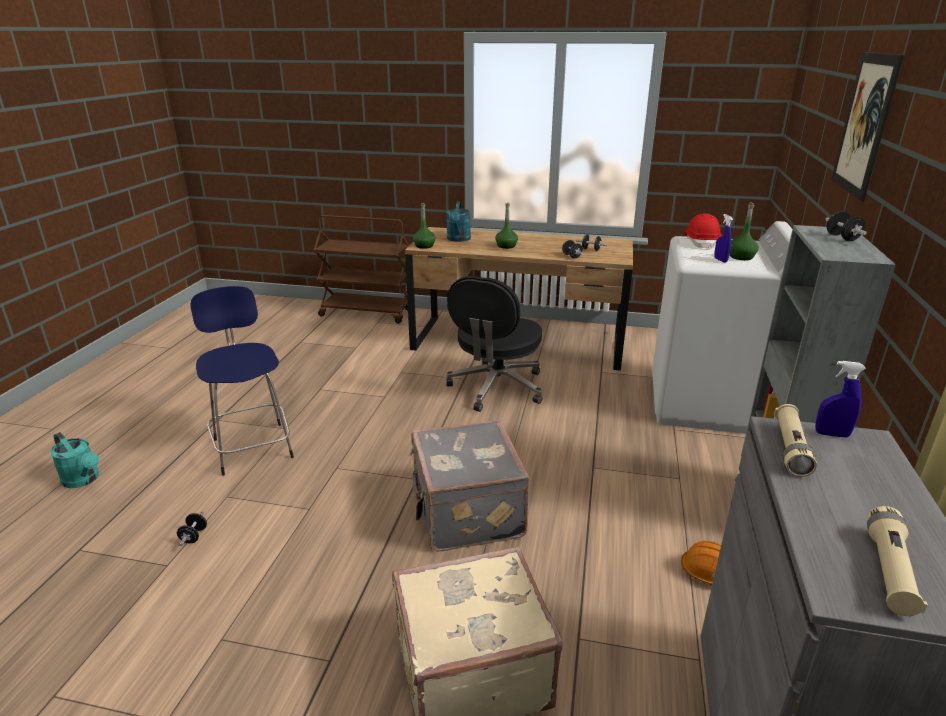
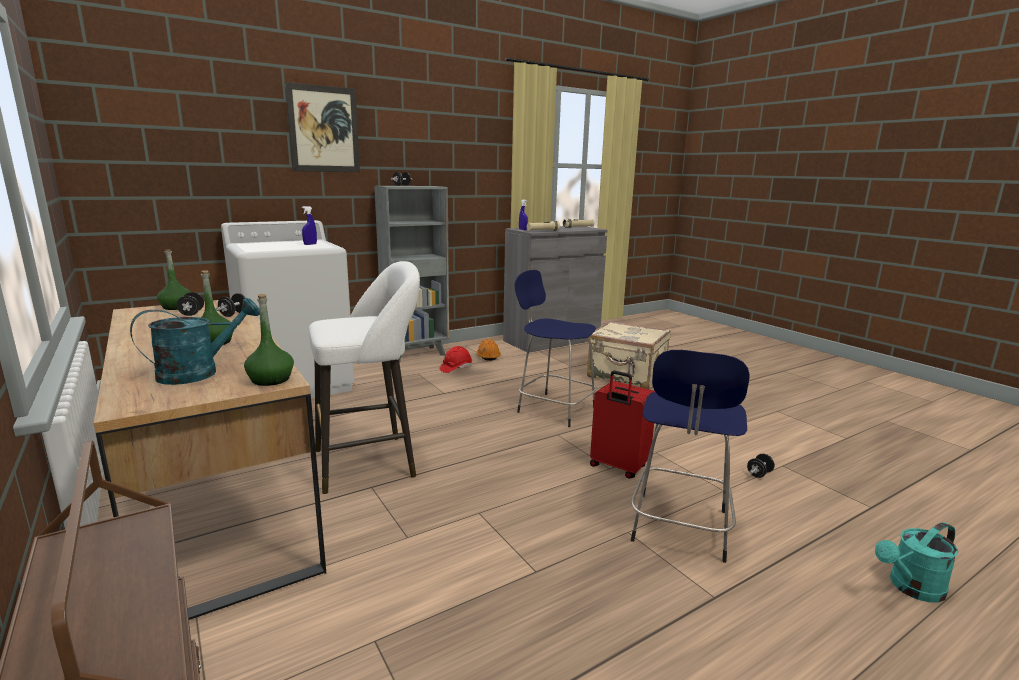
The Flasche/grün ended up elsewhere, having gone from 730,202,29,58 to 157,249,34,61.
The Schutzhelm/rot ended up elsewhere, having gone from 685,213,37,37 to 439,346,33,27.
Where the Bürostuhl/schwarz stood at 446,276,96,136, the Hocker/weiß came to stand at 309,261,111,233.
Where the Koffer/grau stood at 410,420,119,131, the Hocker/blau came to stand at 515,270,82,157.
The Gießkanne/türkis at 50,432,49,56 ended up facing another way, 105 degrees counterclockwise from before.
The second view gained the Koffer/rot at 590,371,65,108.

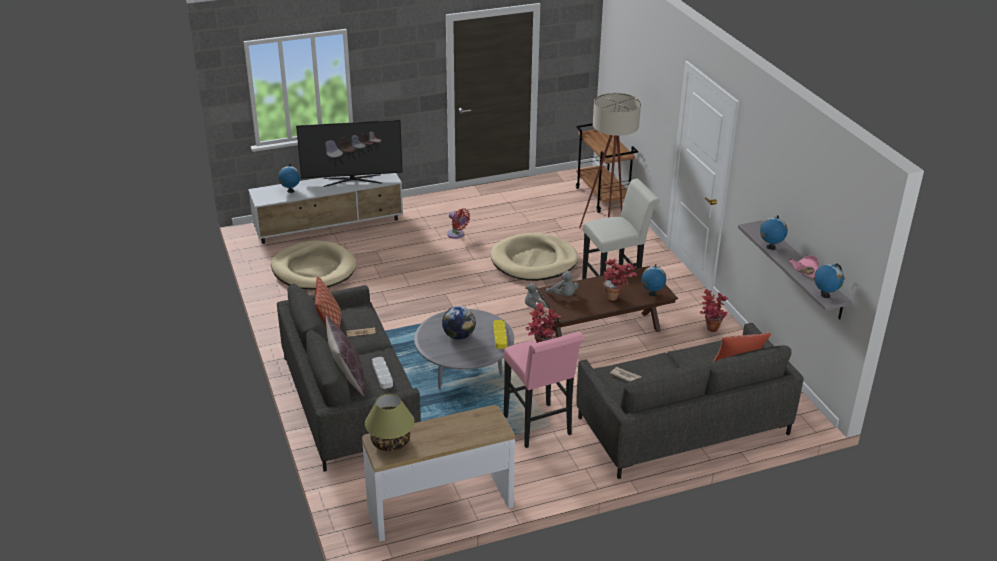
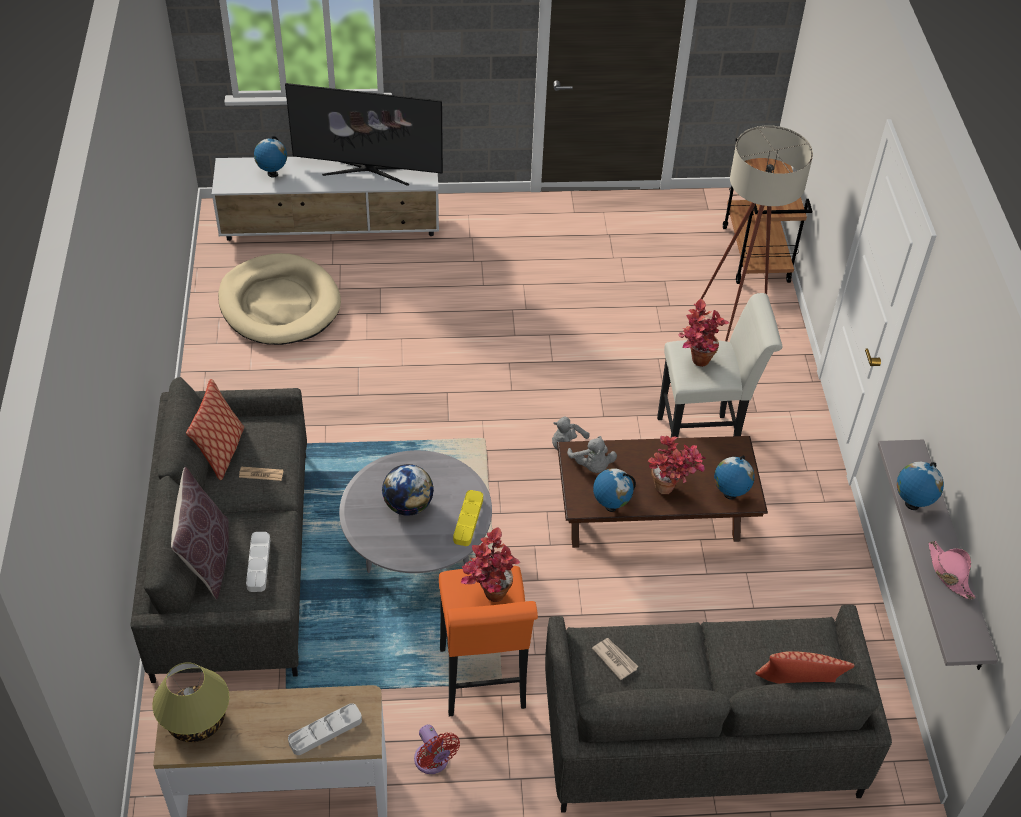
The Ventilator/rot ended up elsewhere, having gone from 447,208,23,31 to 414,724,46,50.
The second view lost the Hundebett/beige at 491,233,87,48.
The Globus ended up elsewhere, having gone from 814,263,30,35 to 593,468,43,44.
The Topfpflanze ended up elsewhere, having gone from 700,289,29,43 to 679,299,50,68.
What was the Hocker/rosa at 504,332,81,116 turned into the Hocker/orange at 439,566,99,150.
The second view gained the Tablett/grau at 288,703,74,52.

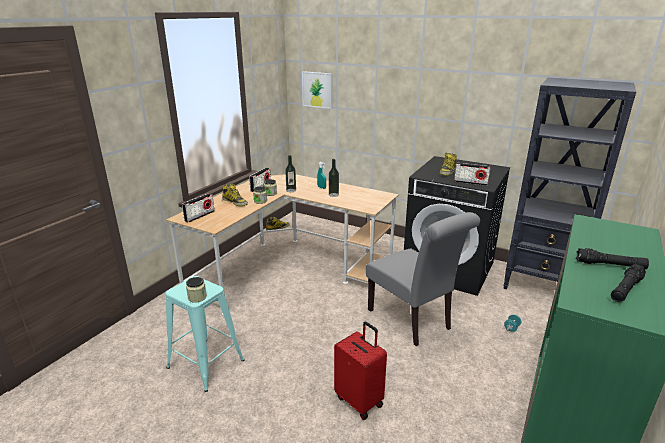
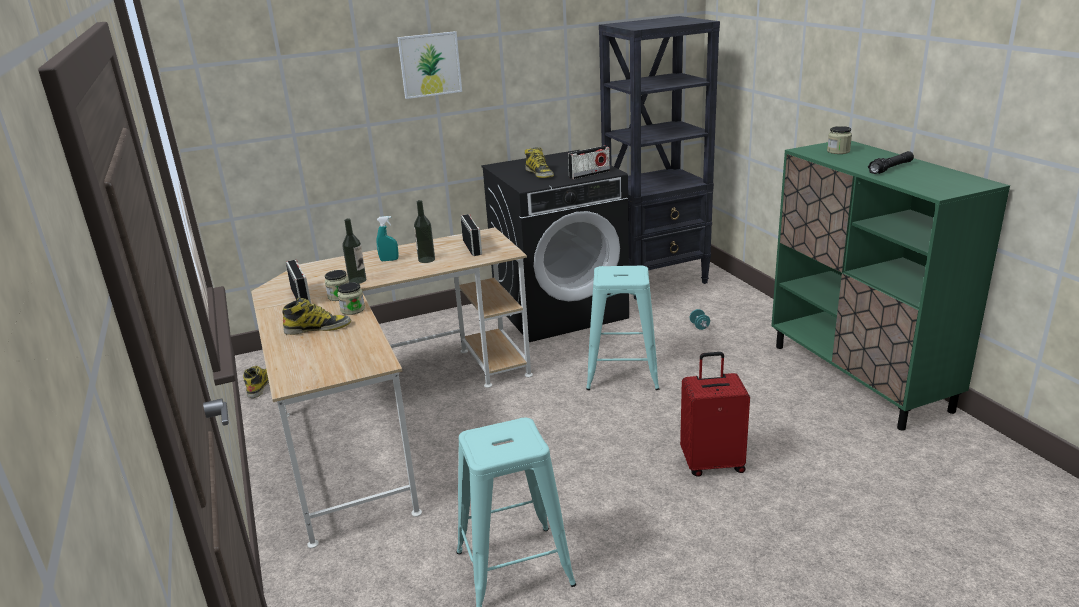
The Bild ended up elsewhere, having gone from 302,71,30,38 to 397,31,65,68.
The Radio ended up elsewhere, having gone from 182,193,33,30 to 461,214,21,42.
Where the Stuhl/grau stood at 366,212,114,134, the Hocker/türkis came to stand at 586,265,73,125.
The second view lost the Taschenlampe/schwarz at 611,264,35,38.
The Vorratsglas ended up elsewhere, having gone from 186,277,21,26 to 827,126,25,28.

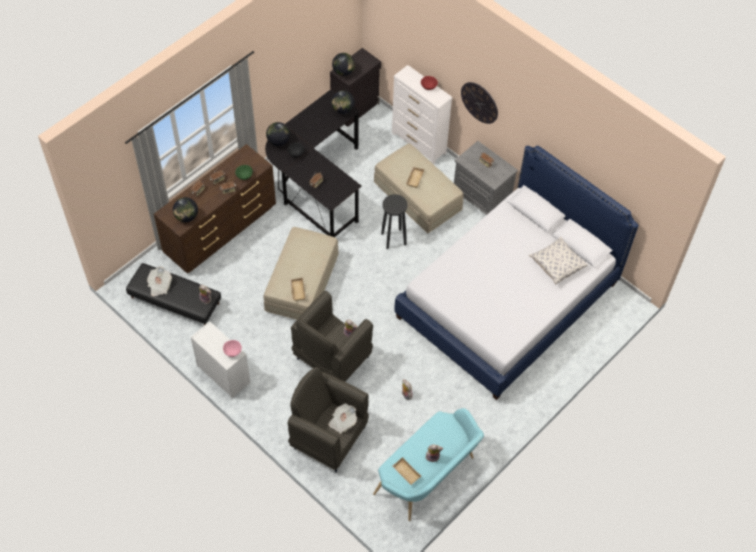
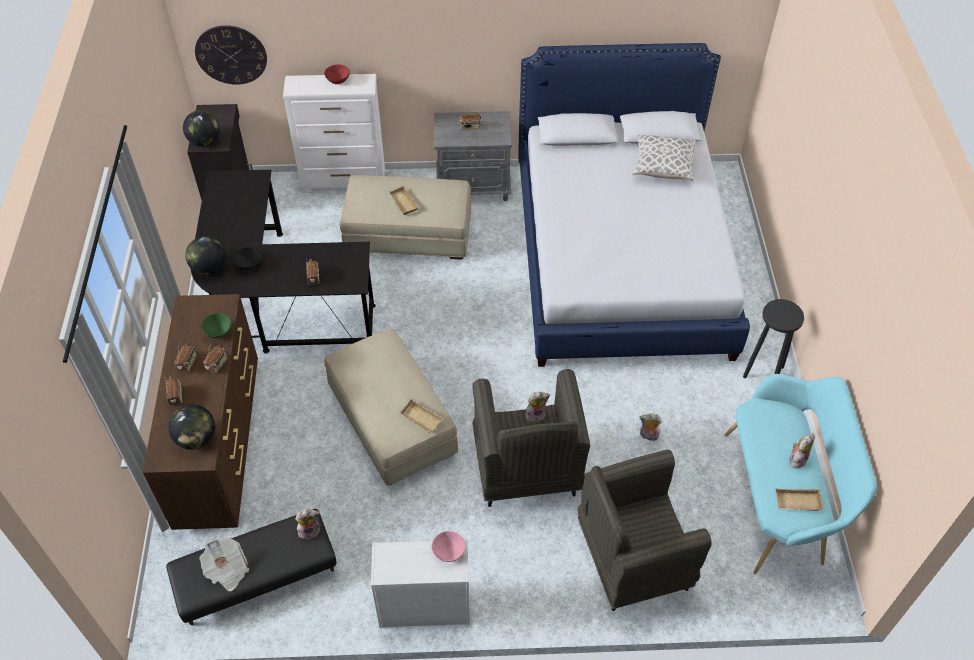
The Wanduhr ended up elsewhere, having gone from 461,82,37,42 to 195,25,72,60.
The second view lost the Globus at 331,90,24,24.
The Hocker/schwarz ended up elsewhere, having gone from 381,194,27,55 to 743,299,61,79.
The second view lost the Zeitung at 328,404,29,30.

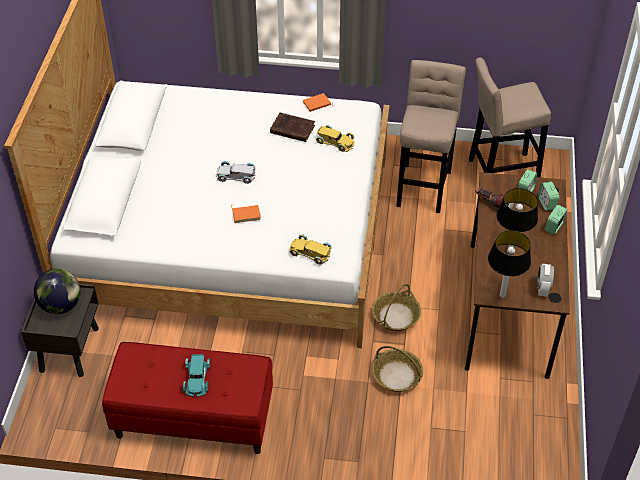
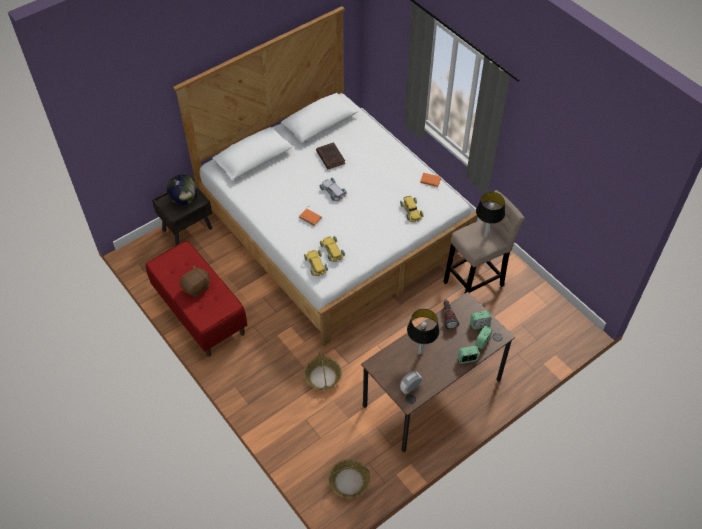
The second view lost the Hocker/beige at 469,57,82,121.
The Buch/braun ended up elsewhere, having gone from 270,113,45,29 to 316,142,29,27.
The Tischlampe ended up elsewhere, having gone from 488,230,43,68 to 476,192,29,46.
The Korb ended up elsewhere, having gone from 372,284,49,47 to 329,459,41,39.
Where the Spielzeugauto/türkis stood at 183,354,27,43, the Plüschtier/braun came to stand at 180,266,30,31.
The second view gained the Spielzeugauto/gelb at 320,236,25,25.

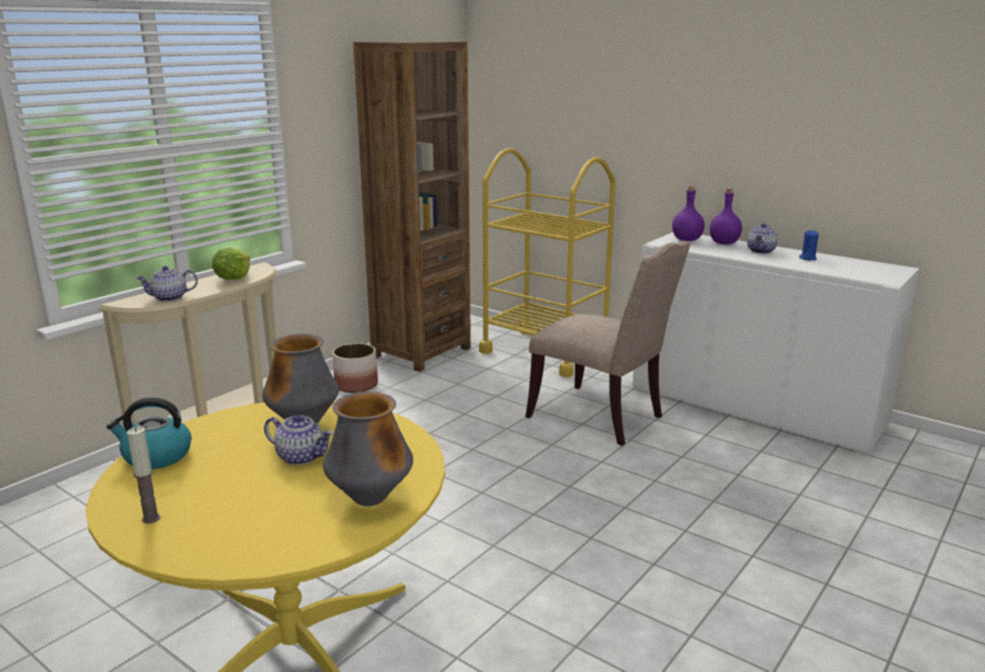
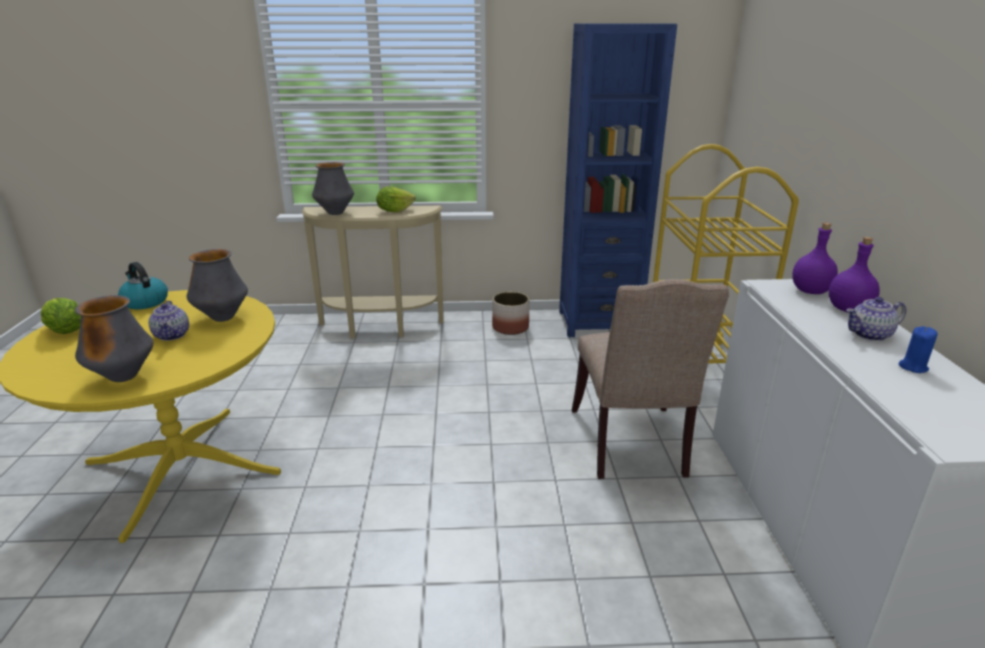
What was the Bücherregal/braun at 353,41,118,331 turned into the Bücherregal/blau at 559,23,118,314.
Where the Teekanne stood at 136,266,62,36, the Vase came to stand at 312,162,42,53.
Where the Kerze stood at 127,427,33,97, the Salatkopf came to stand at 41,298,40,36.

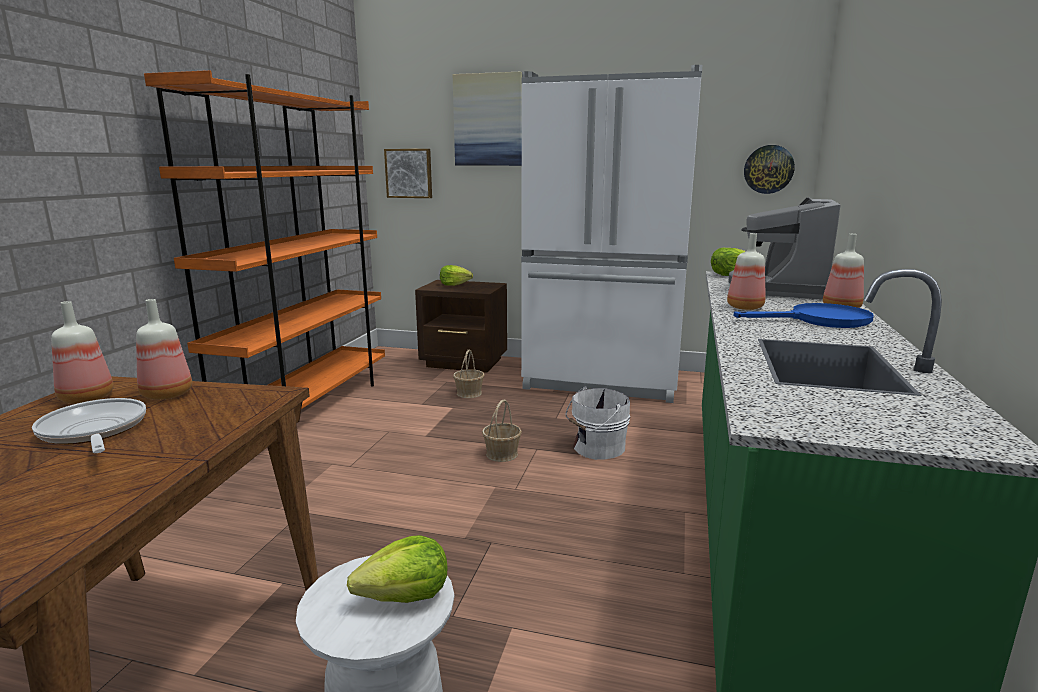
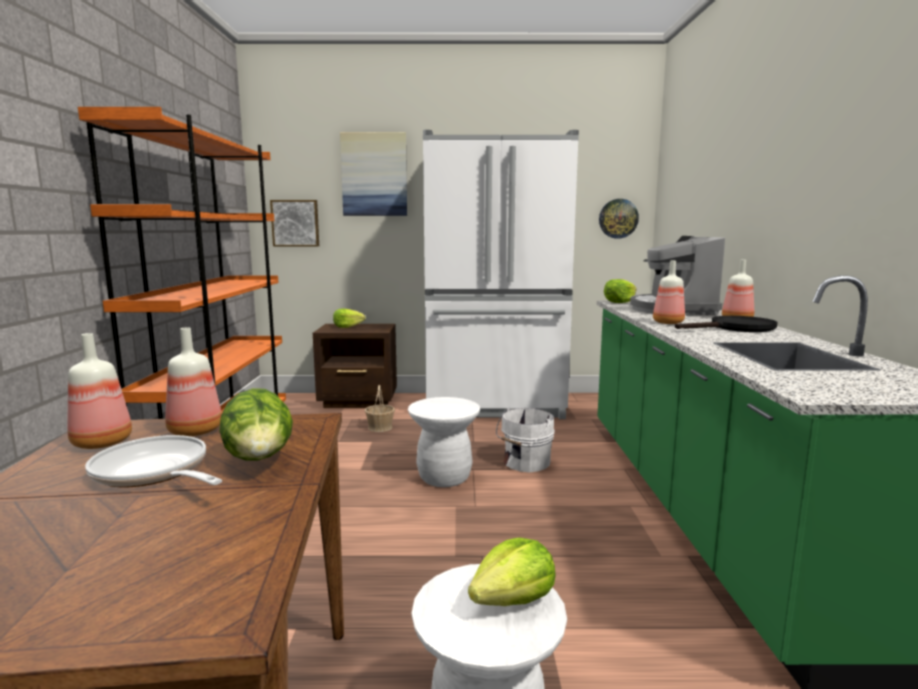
What was the Pfanne/blau at 733,303,141,25 turned into the Pfanne/schwarz at 675,316,102,16.
Where the Korb stood at 482,400,40,62, the Hocker/weiß came to stand at 408,397,72,90.
The second view gained the Salatkopf at 219,388,74,73.

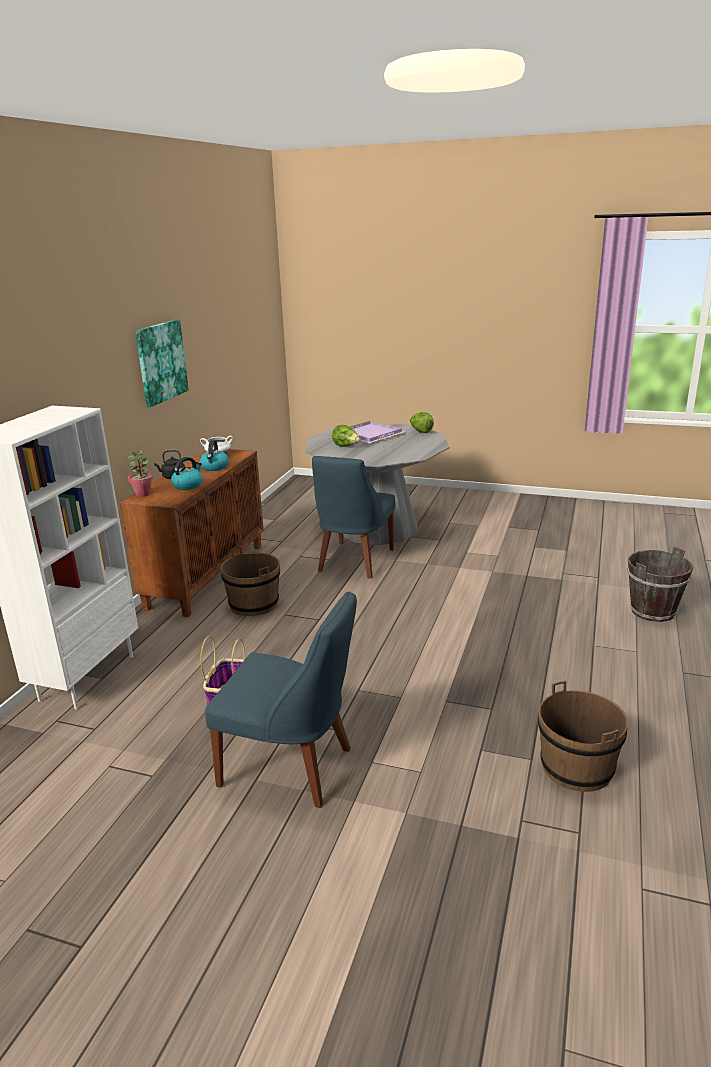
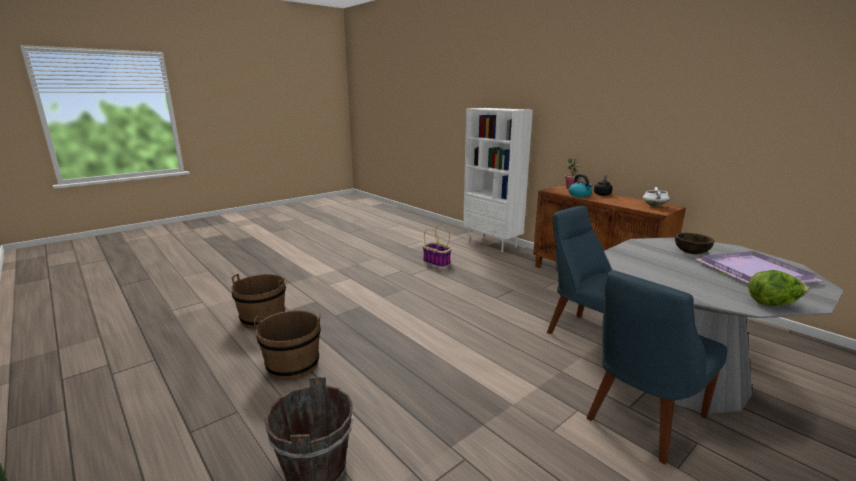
The second view lost the Bild at 135,319,54,88.
Where the Salatkopf stood at 332,425,28,22, the Schüssel/braun came to stand at 675,233,39,21.
The second view lost the Wasserkessel at 200,440,29,31.
The Eimer/braun ended up elsewhere, having gone from 220,546,60,70 to 253,310,68,70.
The Stuhl/blau ended up elsewhere, having gone from 205,591,152,217 to 586,270,142,194.

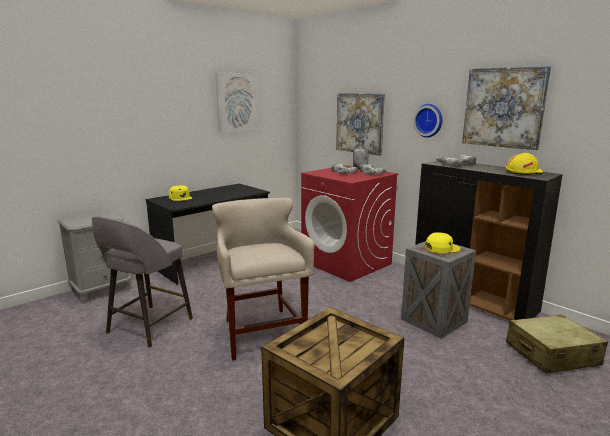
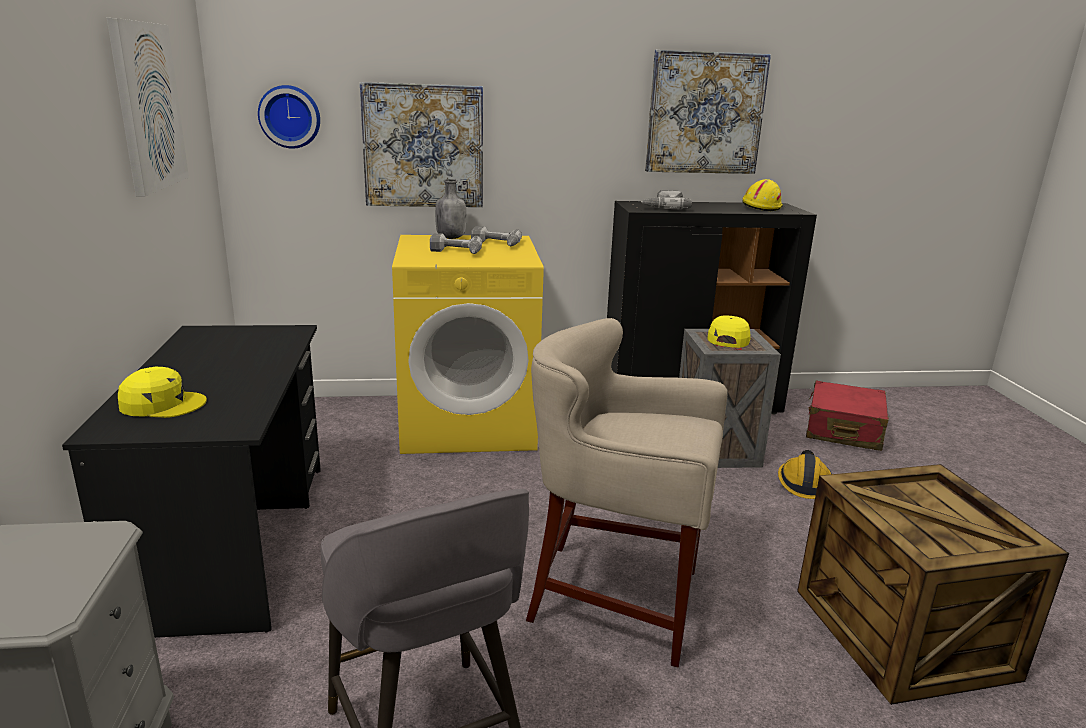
The Wanduhr ended up elsewhere, having gone from 413,104,30,34 to 258,85,62,64.
What was the Waschmaschine/rot at 301,165,98,117 turned into the Waschmaschine/gelb at 392,235,152,219.
What was the Koffer/beige at 506,315,102,59 turned into the Koffer/rot at 806,381,83,70.
The second view gained the Schutzhelm at 778,450,54,49.

